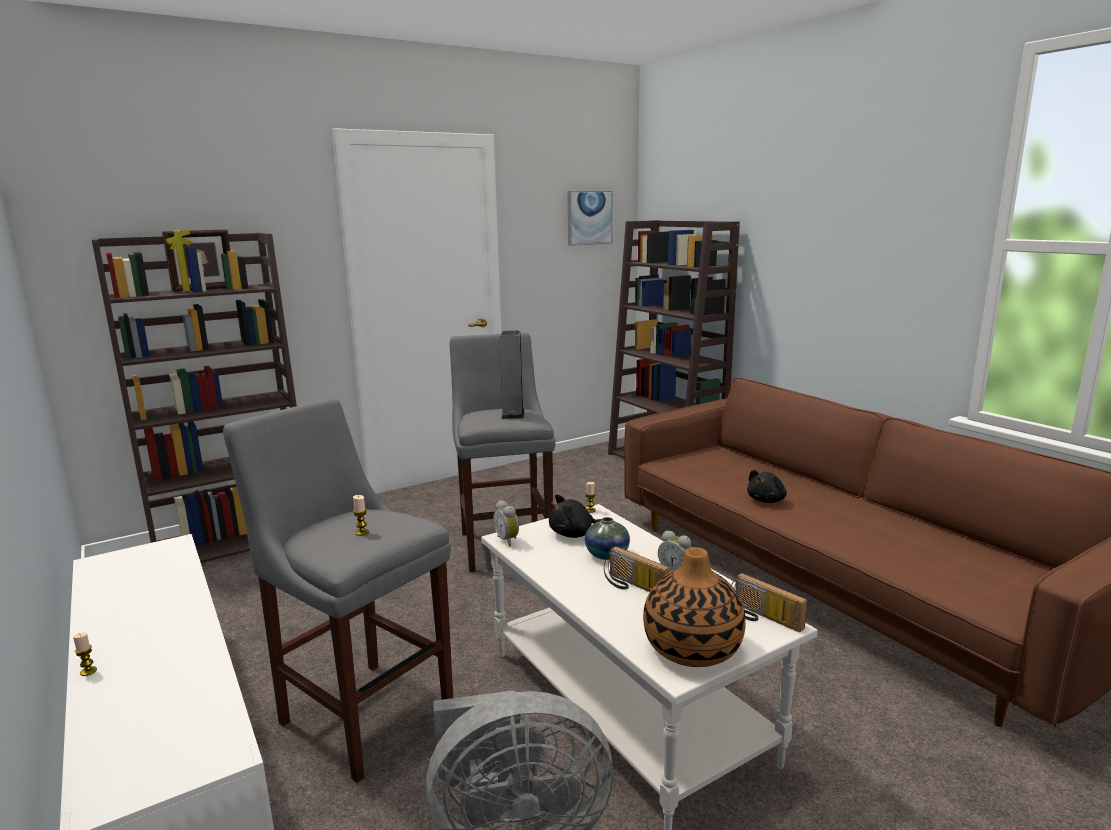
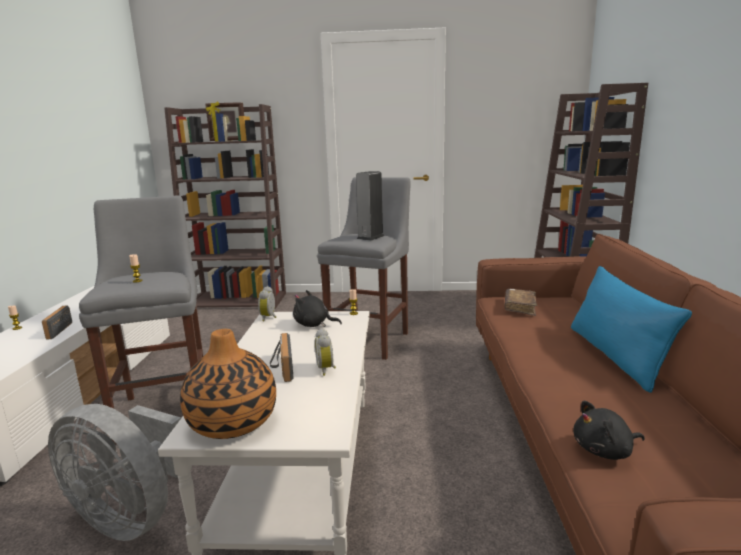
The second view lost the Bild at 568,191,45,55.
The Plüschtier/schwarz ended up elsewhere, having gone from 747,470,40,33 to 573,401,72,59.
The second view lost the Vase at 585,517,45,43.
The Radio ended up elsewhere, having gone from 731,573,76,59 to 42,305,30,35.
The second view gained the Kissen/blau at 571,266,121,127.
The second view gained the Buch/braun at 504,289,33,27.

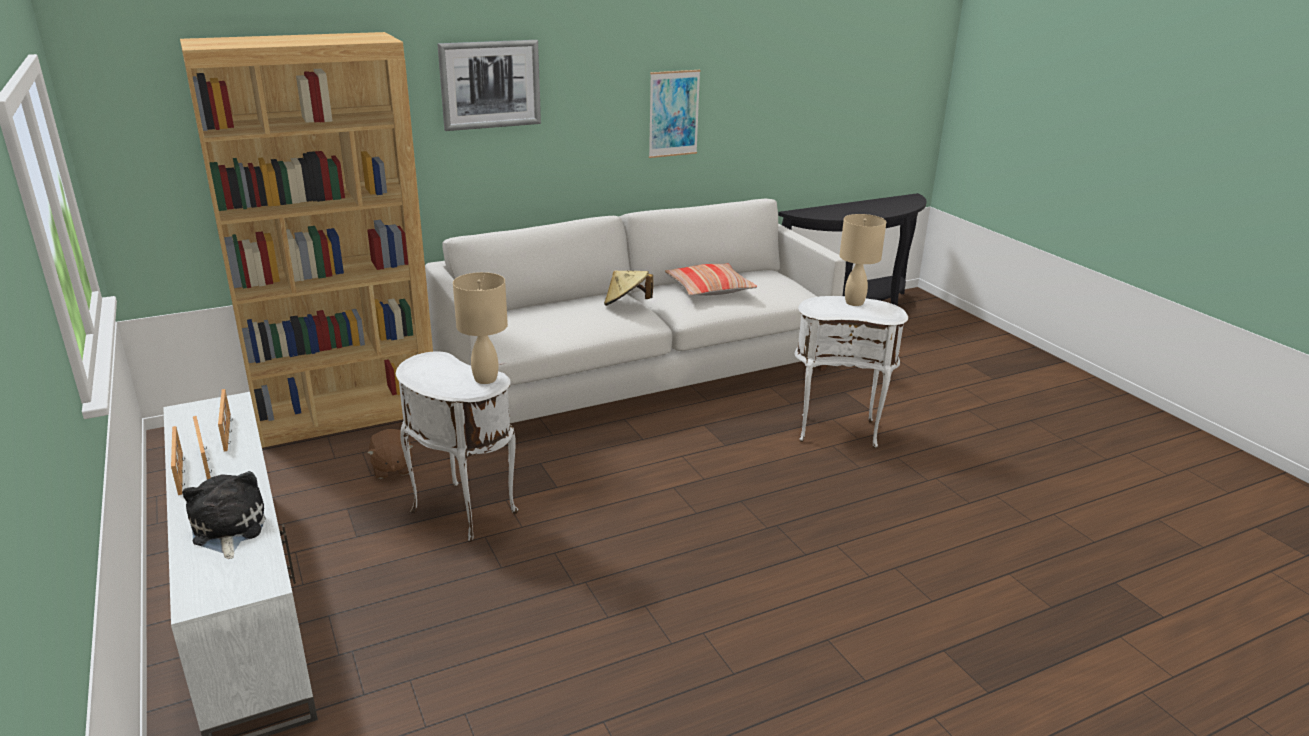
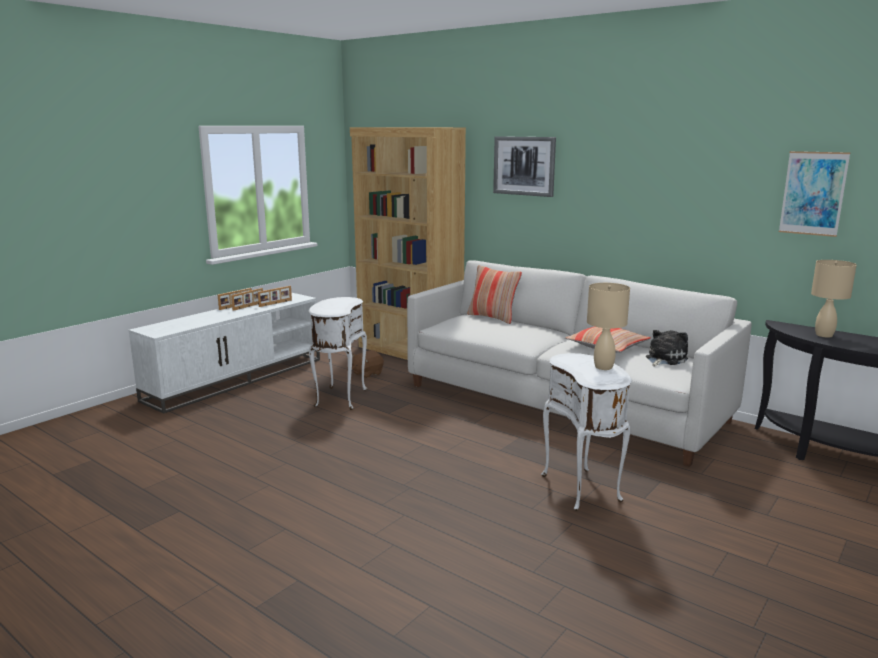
The Bild ended up elsewhere, having gone from 649,70,52,88 to 779,151,71,86.
The second view lost the Hut/beige at 604,270,49,36.
The Tischlampe/beige ended up elsewhere, having gone from 453,272,55,112 to 811,260,46,77.
The Plüschtier ended up elsewhere, having gone from 182,471,84,88 to 646,330,42,37.
The second view gained the Kissen at 467,265,55,59.

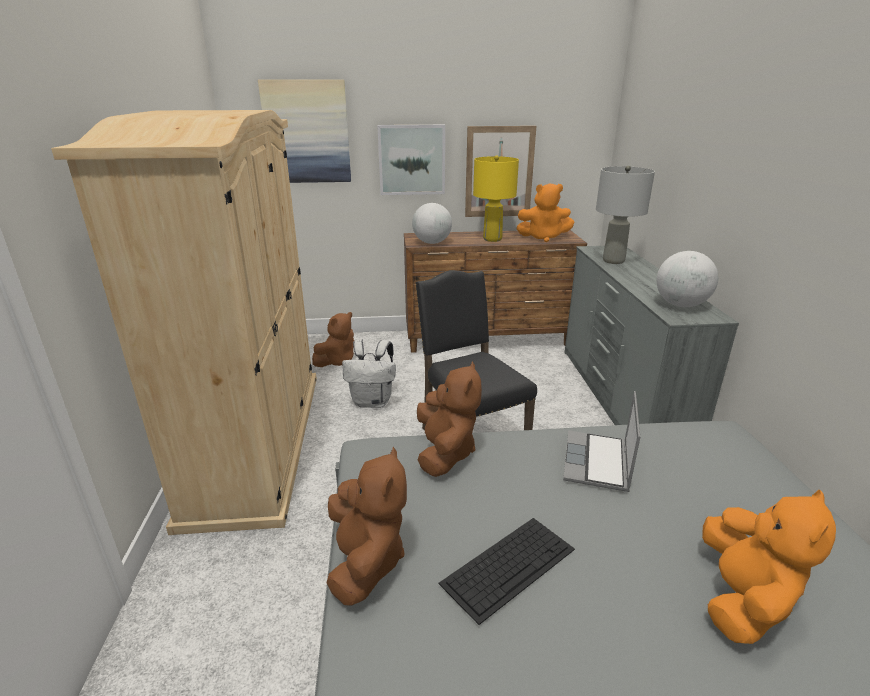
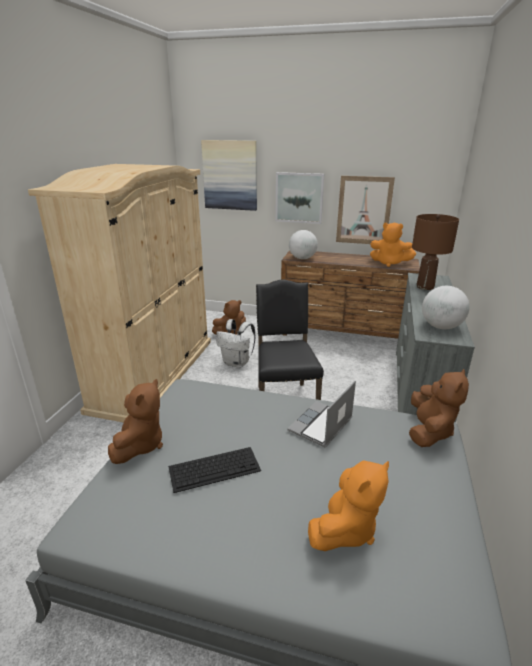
The second view lost the Tischlampe/gelb at 473,155,46,87.
What was the Tischlampe/grau at 596,166,59,98 turned into the Tischlampe/braun at 412,214,47,76.
The Plüschtier/braun ended up elsewhere, having gone from 417,362,65,115 to 409,369,60,78.

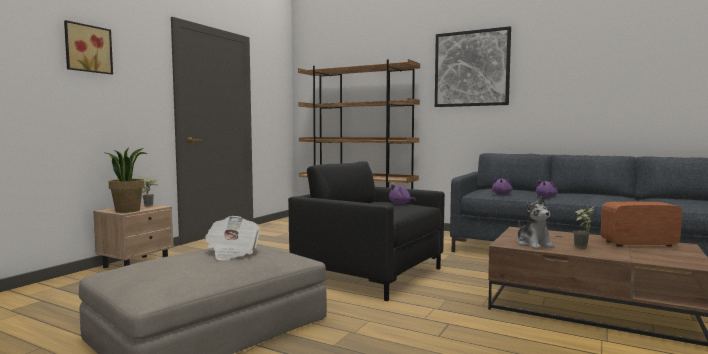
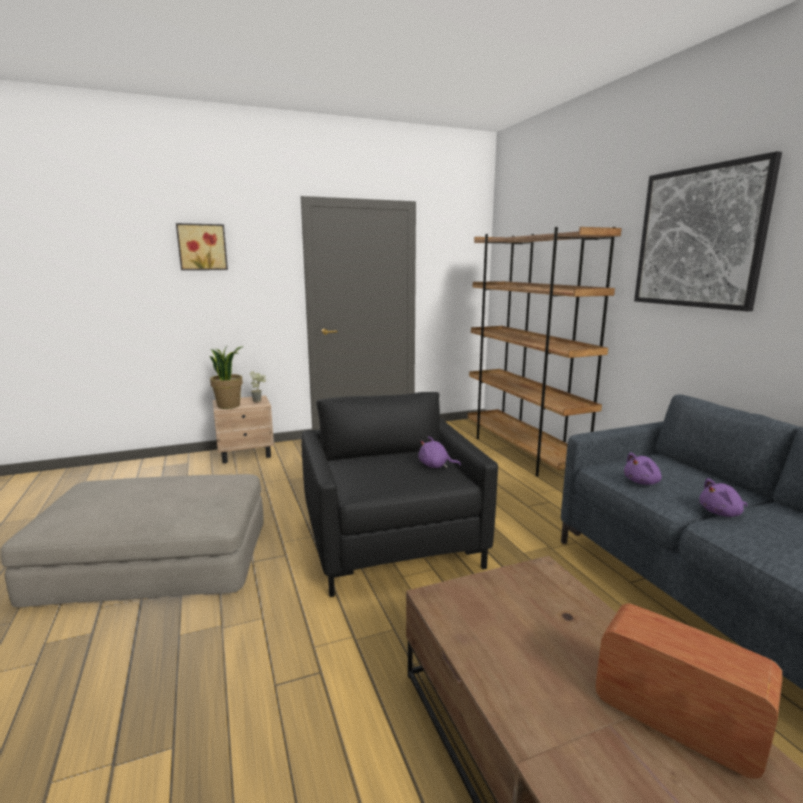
The second view lost the Plüschtier at 517,196,38,53.
The second view lost the Topfpflanze at 573,206,21,43.
The second view lost the Zeitung at 205,216,56,44.

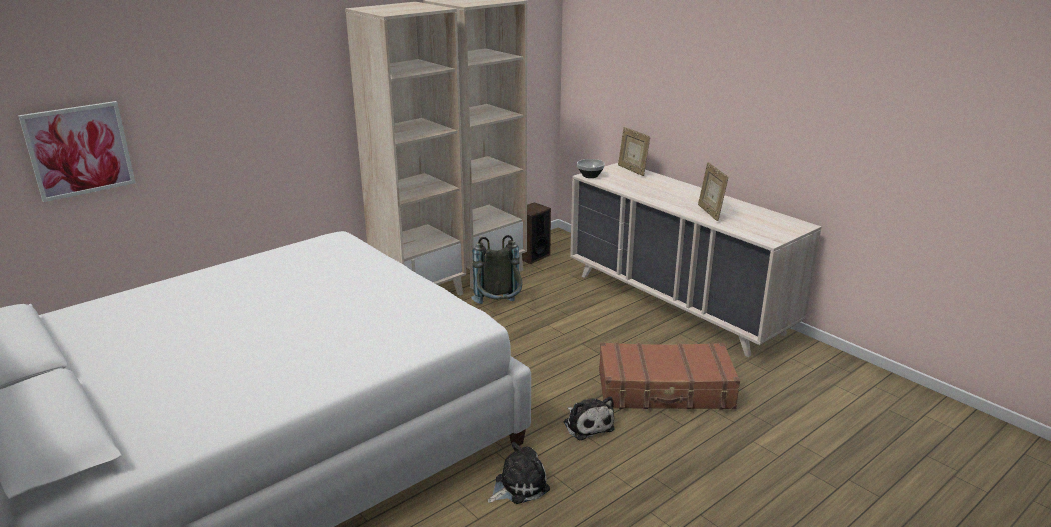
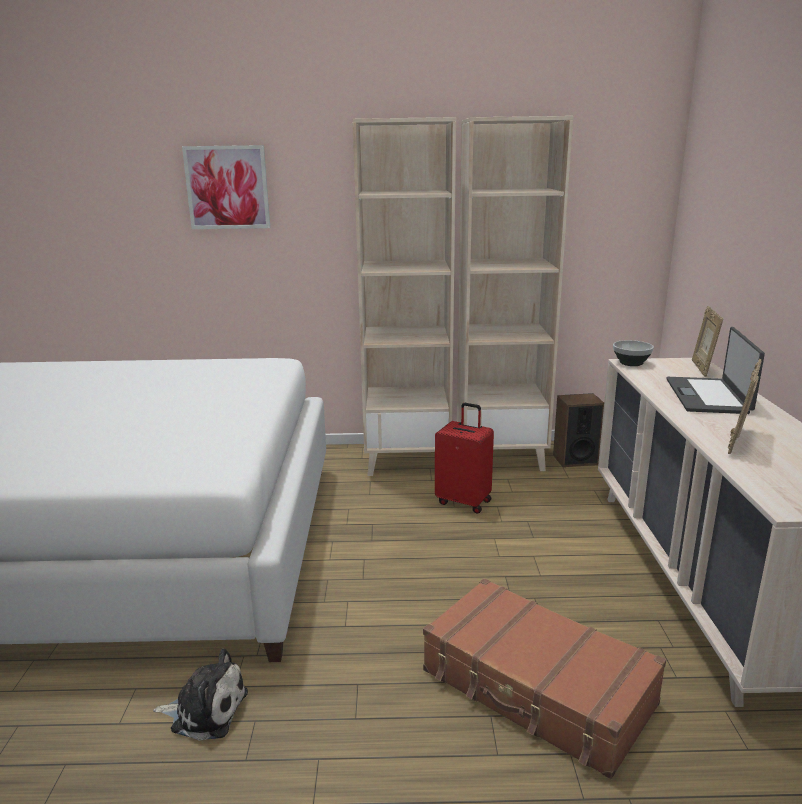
The Bild ended up elsewhere, having gone from 18,101,117,101 to 182,145,88,84.
Where the Rucksack/grau stood at 471,235,51,69, the Koffer/rot came to stand at 435,403,59,111.
The second view lost the Plüschtier at 564,396,51,44.
The second view gained the Laptop at 667,327,98,87.

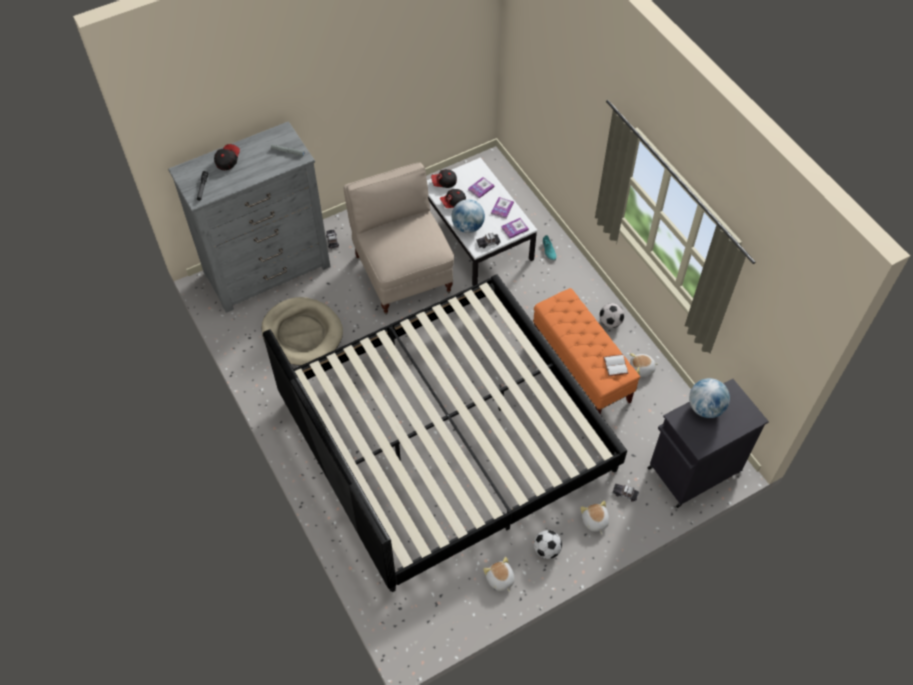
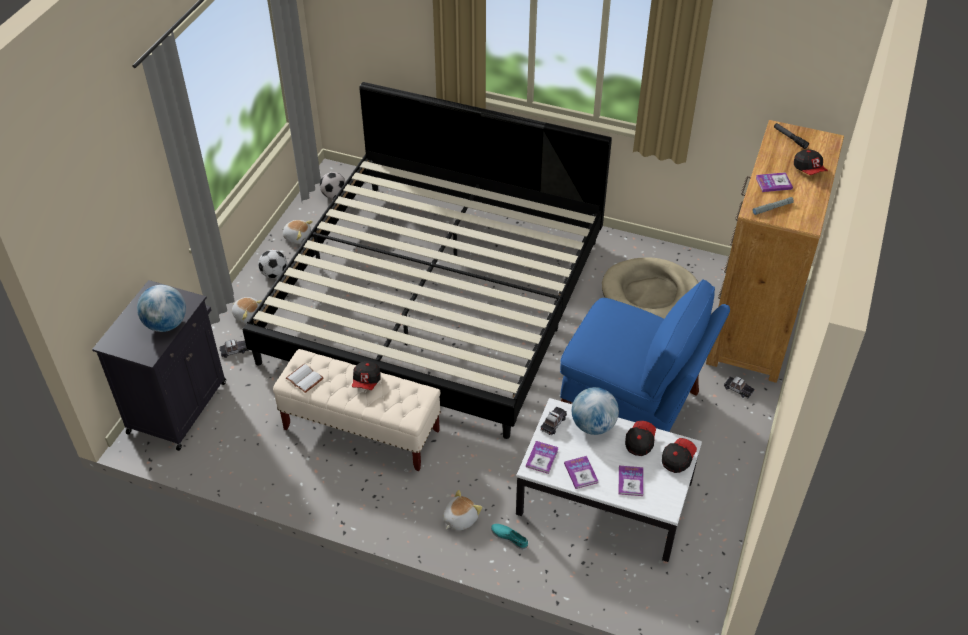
What was the Kommode/grau at 168,121,162,192 turned into the Kommode/braun at 706,120,138,263.
What was the Stuhl/beige at 344,162,110,153 turned into the Stuhl/blau at 560,279,170,153.
What was the Bank/orange at 533,288,107,126 turned into the Bank/beige at 273,349,168,122.
The Fußball ended up elsewhere, having gone from 599,303,25,25 to 320,172,26,27.
The Plüschtier ended up elsewhere, having gone from 630,353,28,24 to 443,490,40,41.
The second view gained the Buch at 755,172,38,20.
The second view gained the Kappe at 352,361,29,29.

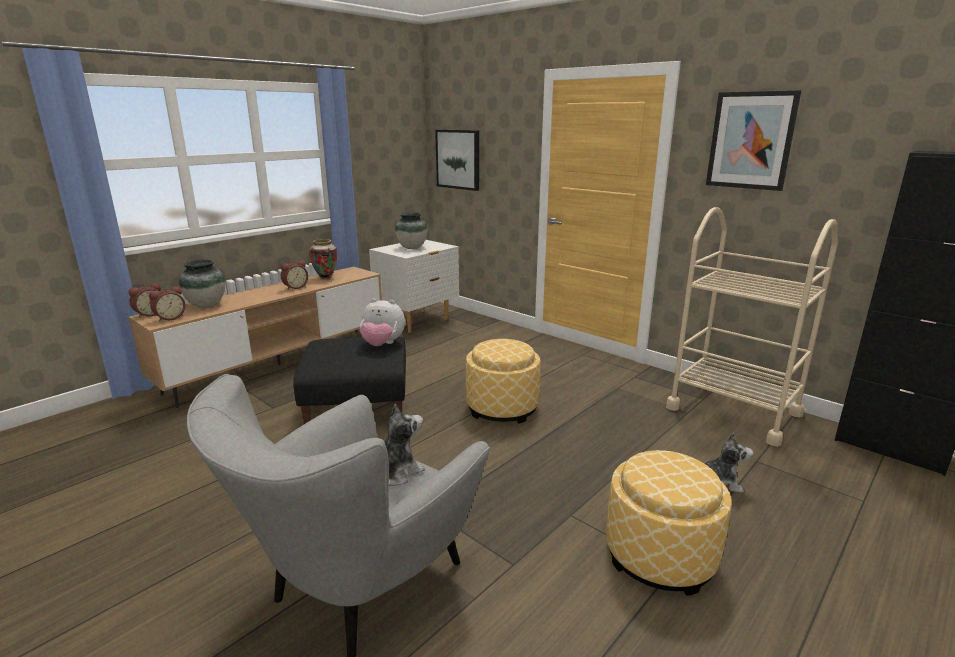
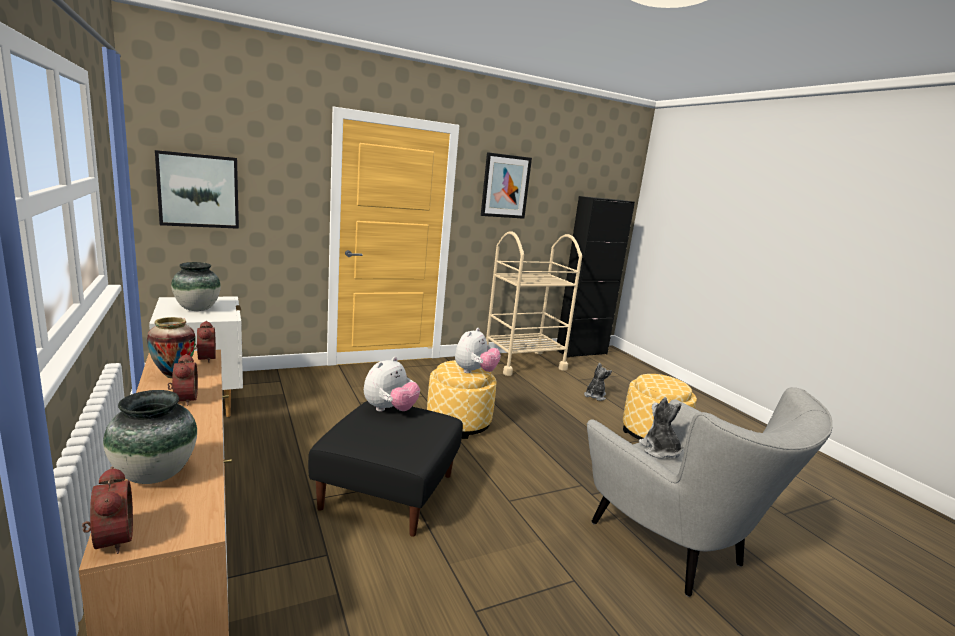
The Wecker ended up elsewhere, having gone from 149,286,36,36 to 194,321,22,42.
The second view gained the Plüschtier at 455,328,46,45.

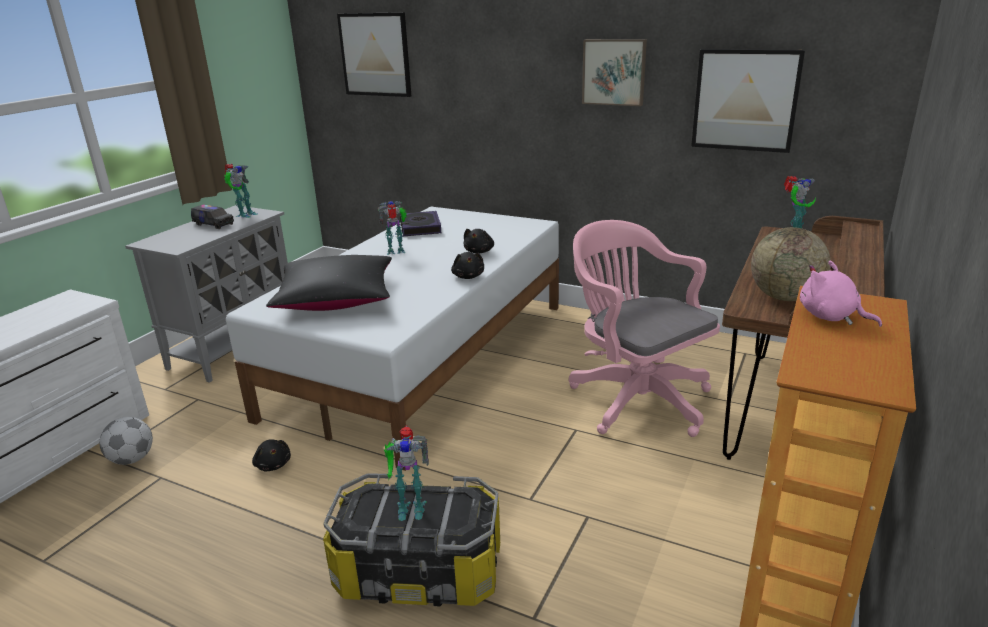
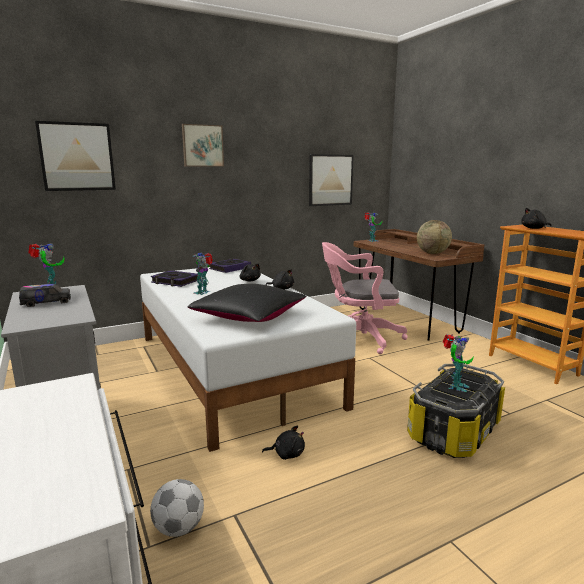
The Bild ended up elsewhere, having gone from 582,39,65,67 to 182,124,42,43.
What was the Plüschtier/rosa at 800,261,82,66 turned into the Plüschtier/schwarz at 521,208,31,21.
The second view gained the Buch at 209,259,42,14.

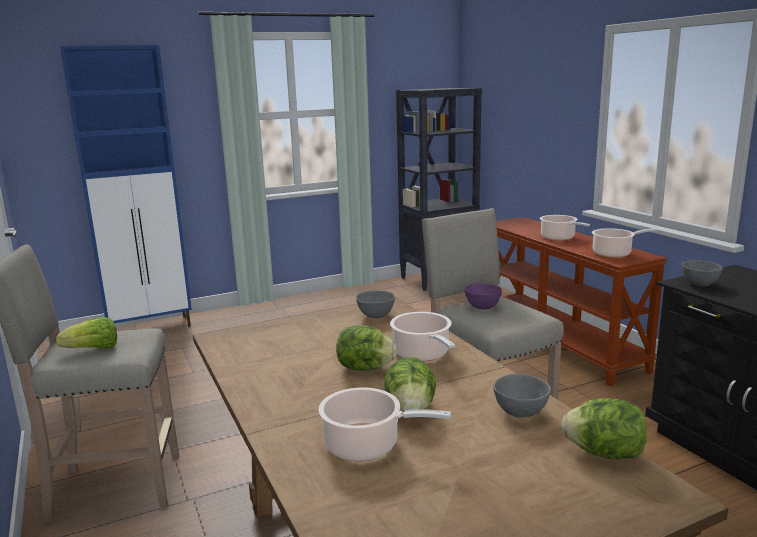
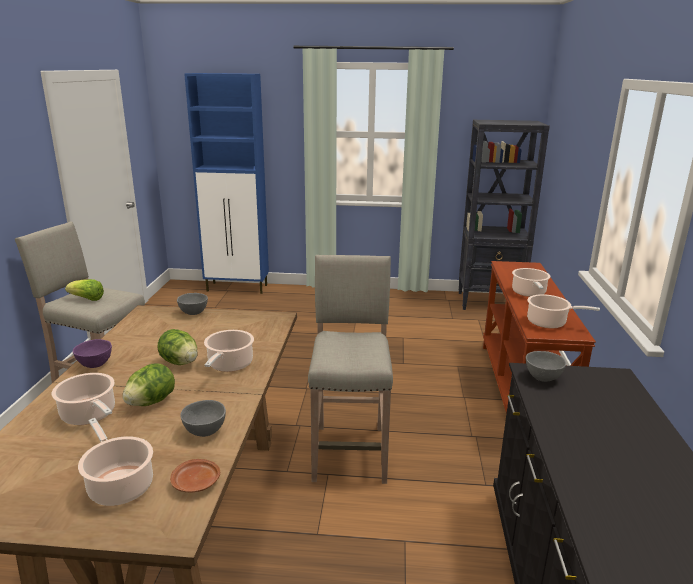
The Schüssel/lila ended up elsewhere, having gone from 465,283,37,26 to 73,339,39,29.
The Schüssel/grau ended up elsewhere, having gone from 356,291,39,27 to 177,293,31,22.
Where the Salatkopf stood at 561,398,86,61, the Teller/braun came to stand at 170,459,50,33.
The second view gained the Kochtopf at 78,418,75,88.

